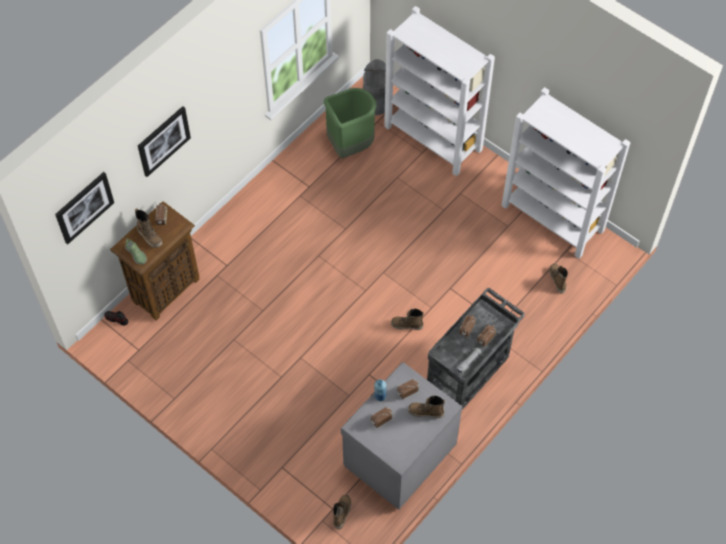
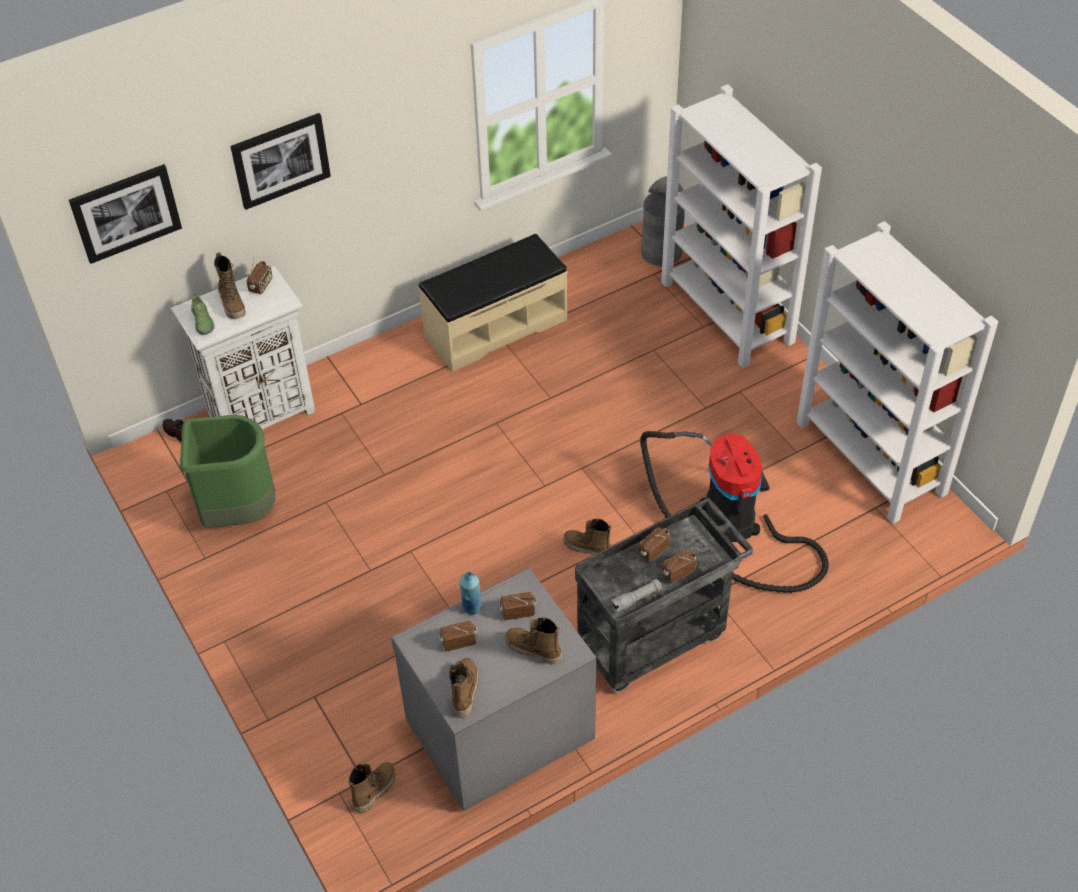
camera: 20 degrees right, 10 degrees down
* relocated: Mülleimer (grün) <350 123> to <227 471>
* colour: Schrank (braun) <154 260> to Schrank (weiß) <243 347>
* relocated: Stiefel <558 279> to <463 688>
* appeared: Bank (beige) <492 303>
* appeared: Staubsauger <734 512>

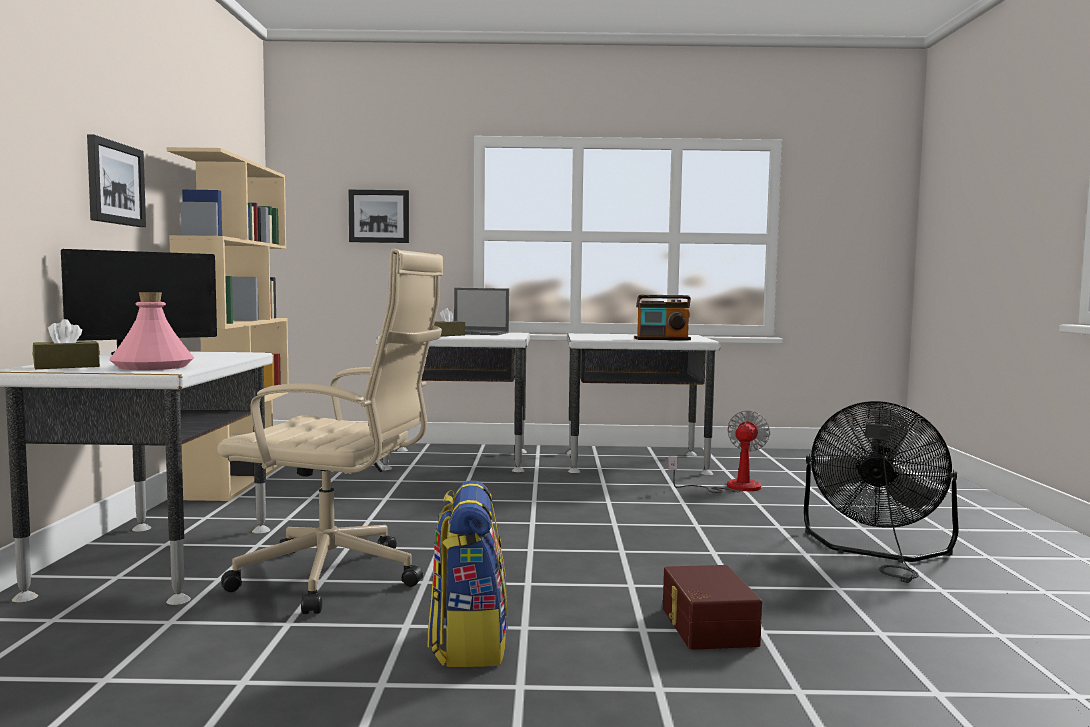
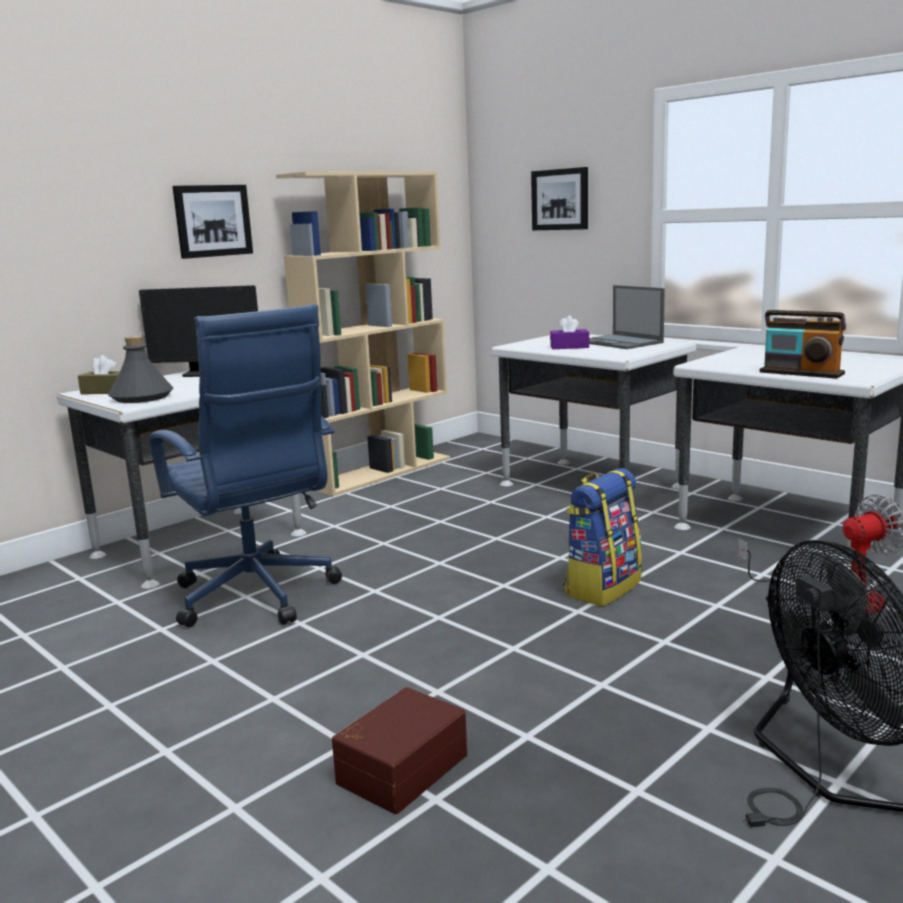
camera: 45 degrees right, 10 degrees up
* colour: Bürostuhl (beige) <330 431> to Bürostuhl (blau) <246 465>
* colour: Flasche (rosa) <151 331> to Flasche (grau) <140 369>
* colour: Taschentuchbox (braun) <449 322> to Taschentuchbox (lila) <569 332>
* relocated: Rucksack <468 574> to <602 537>

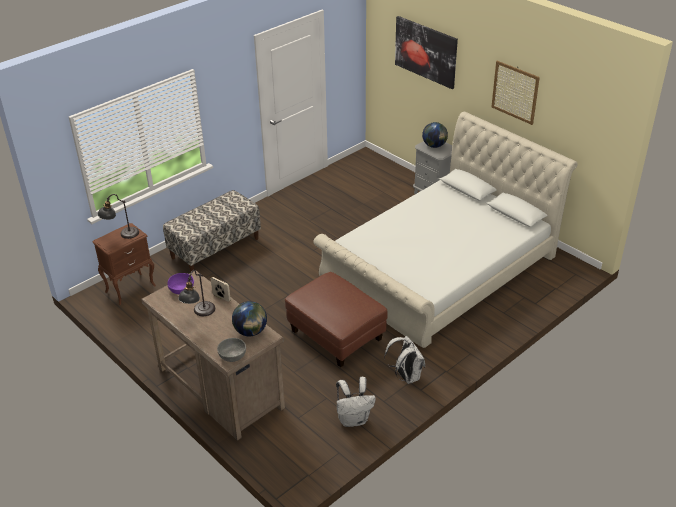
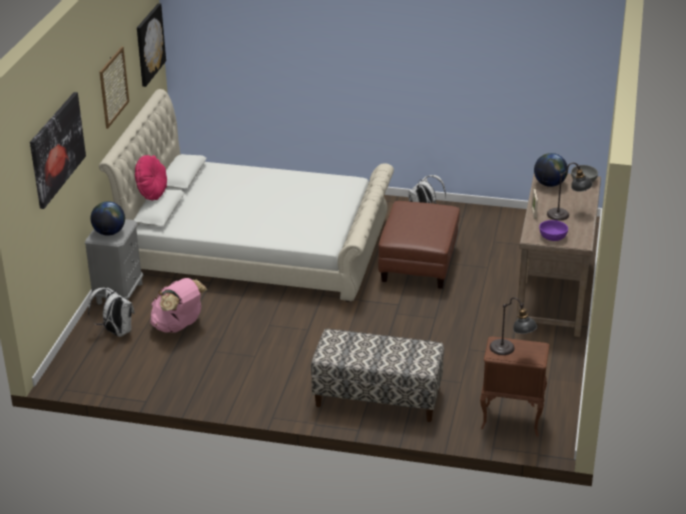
camera: 125 degrees left, 5 degrees down
* relocated: Rucksack (weiß) <356 402> to <111 312>
* appeared: Bild <151 45>
* appeared: Kissen (rosa) <151 178>
* appeared: Rucksack (rosa) <178 305>

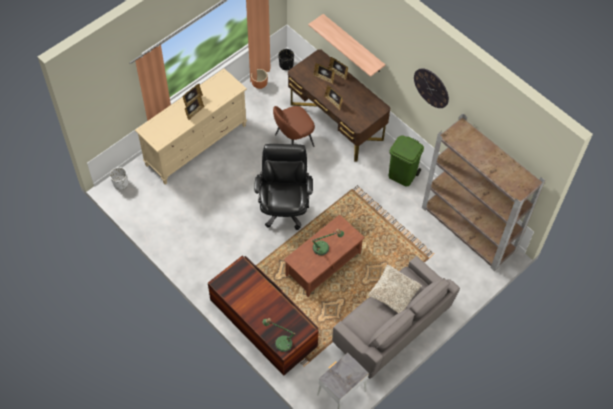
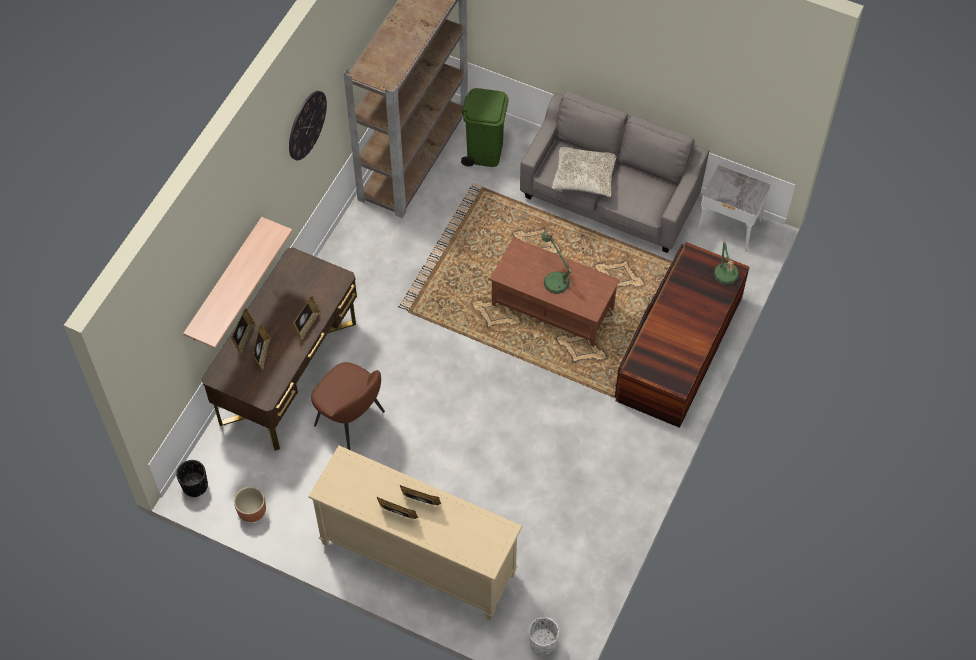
camera: 110 degrees left, 0 degrees up
* relocated: Mülleimer (grün) <406 161> to <485 127>
* missing: Bürostuhl (schwarz) <283 187>

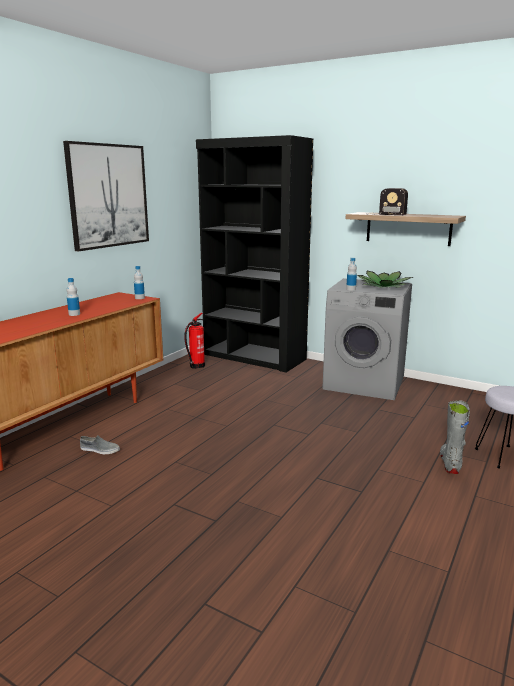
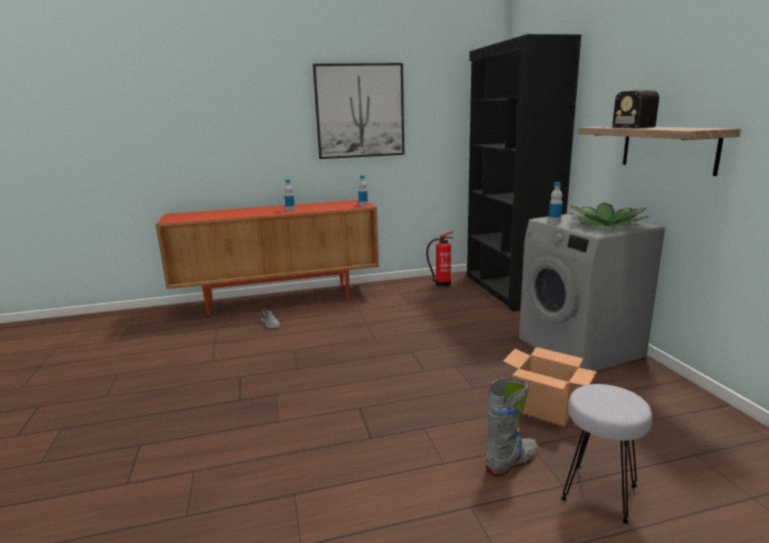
camera: 45 degrees right, 0 degrees up
* appeared: Karton <550 386>

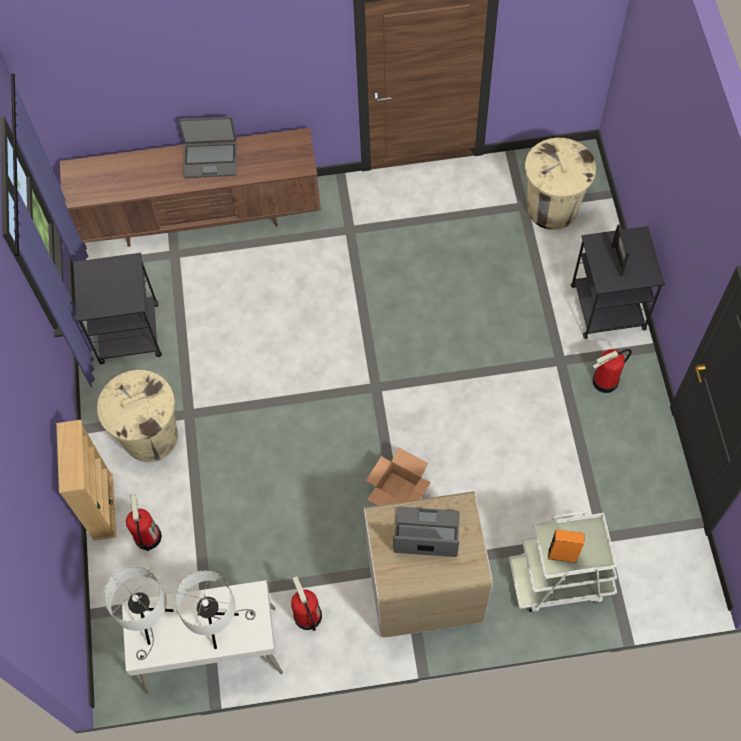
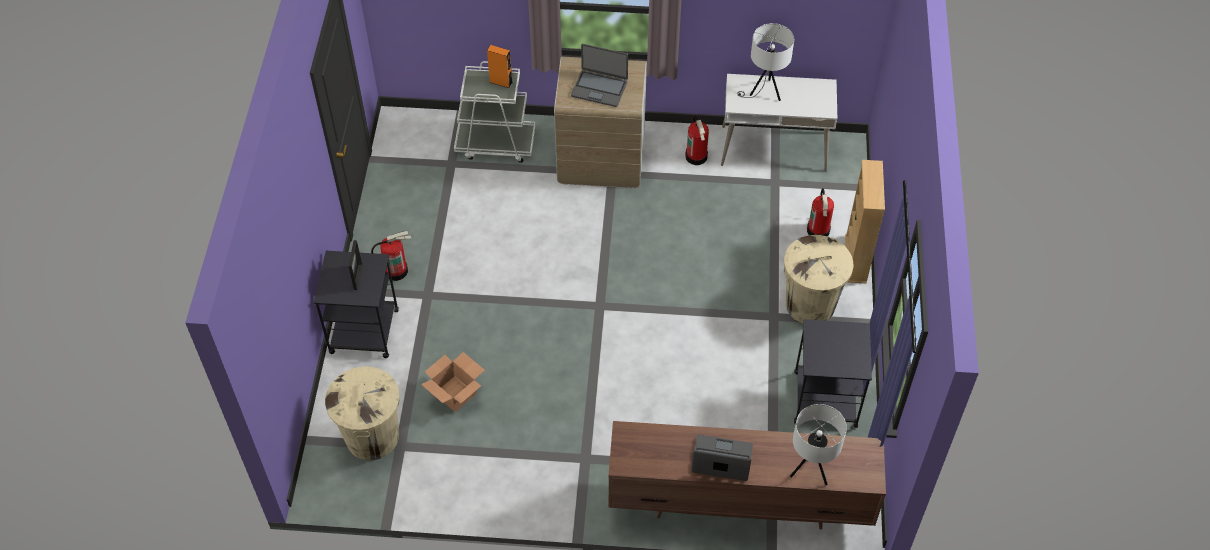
camera: 170 degrees left, 10 degrees down
* relocated: Karton <398 476> to <453 382>
* relocated: Tischlampe (weiß) <139 613> to <818 444>

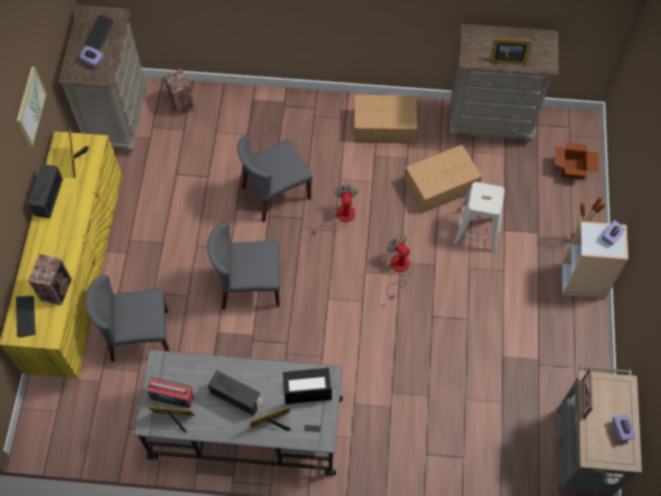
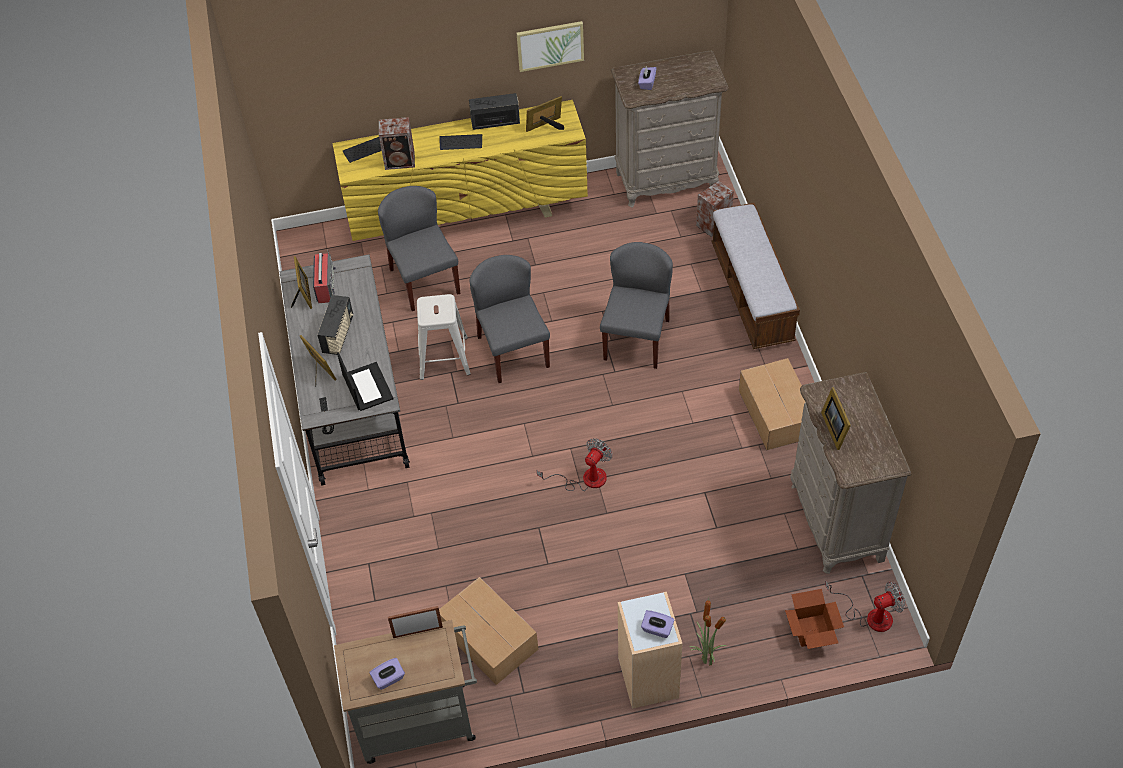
camera: 75 degrees right, 10 degrees down
* relocated: Tastatur <99 32> to <460 142>
* spun: Stuhl (grau) <275 178> = <636 305> 60 degrees clockwise
* relocated: Karton <443 179> to <488 631>
* relocated: Hocker (weiß) <479 217> to <444 337>
* relocated: Ventilator <334 209> to <865 606>
* appeared: Bank <755 276>

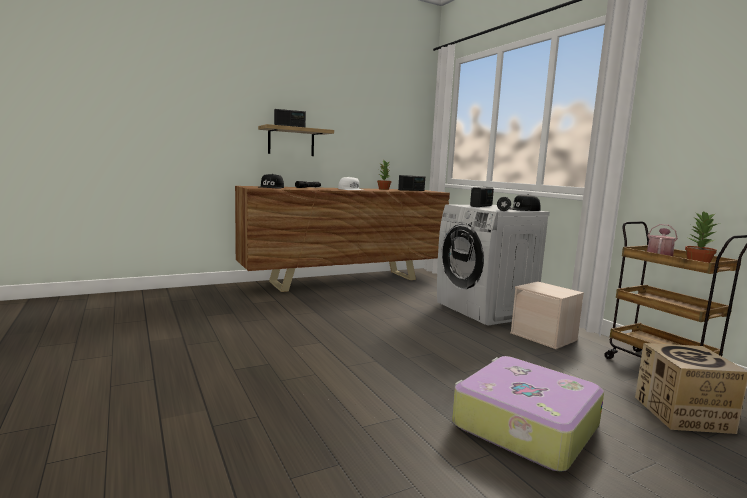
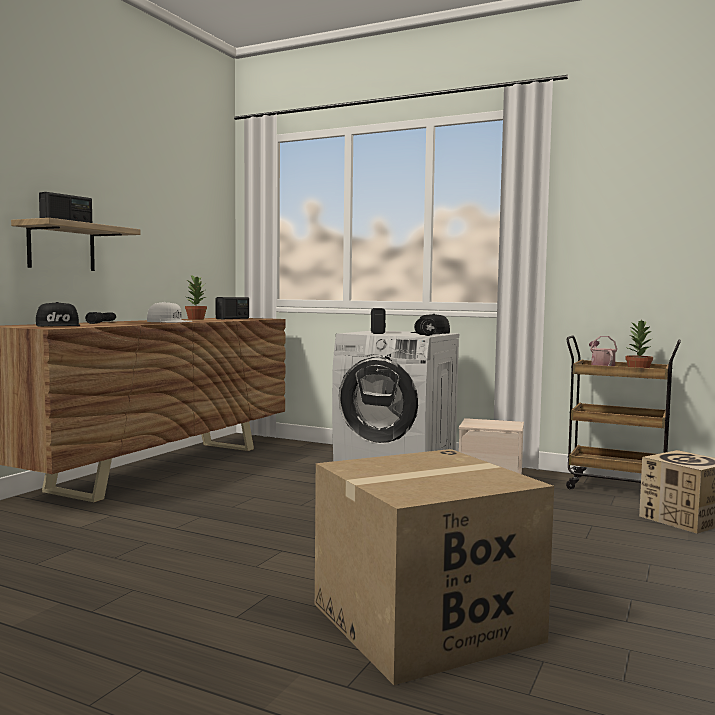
camera: 35 degrees left, 5 degrees down
* missing: Koffer <528 413>
* appeared: Karton <434 567>

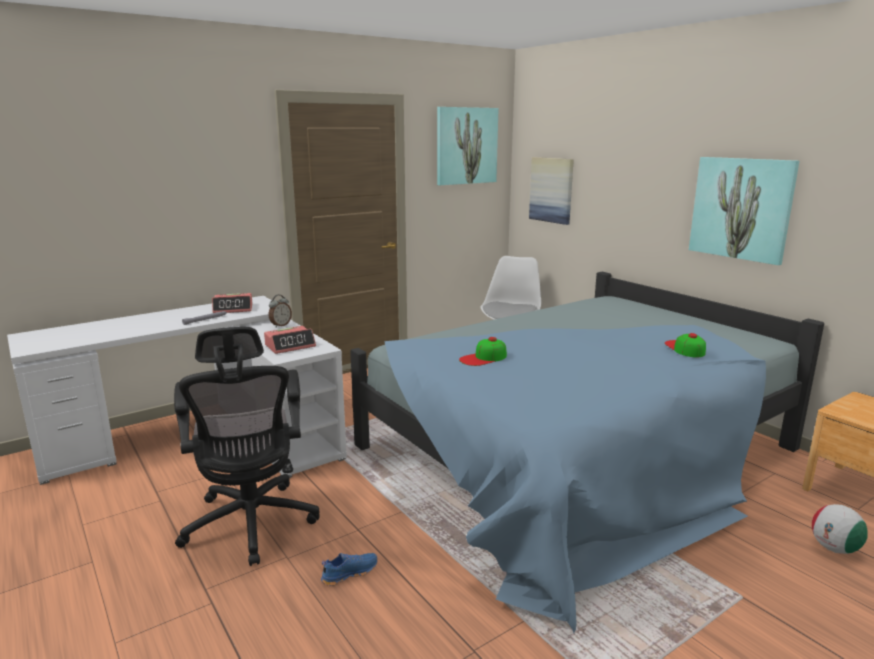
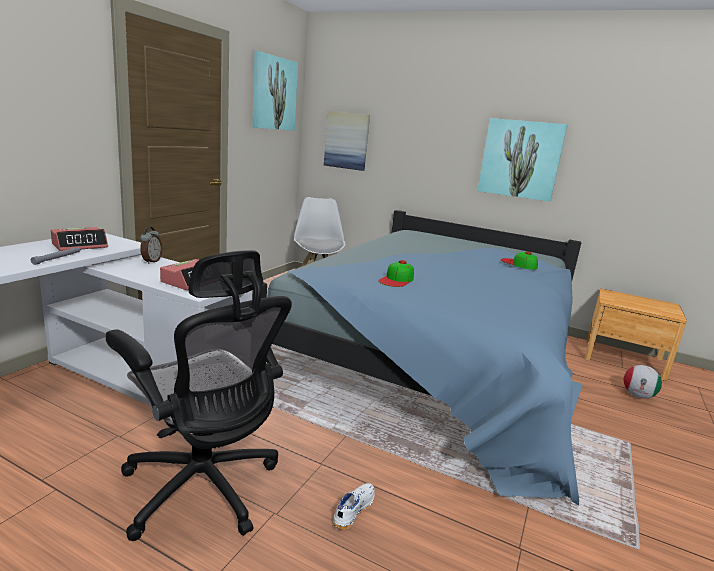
camera: 30 degrees left, 0 degrees up
* colour: Schuh (blau) <349 569> to Schuh (weiß) <354 506>

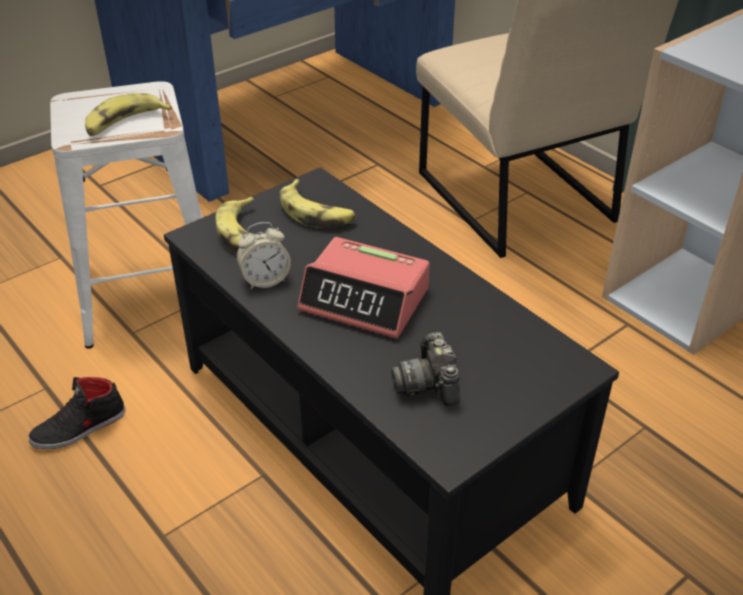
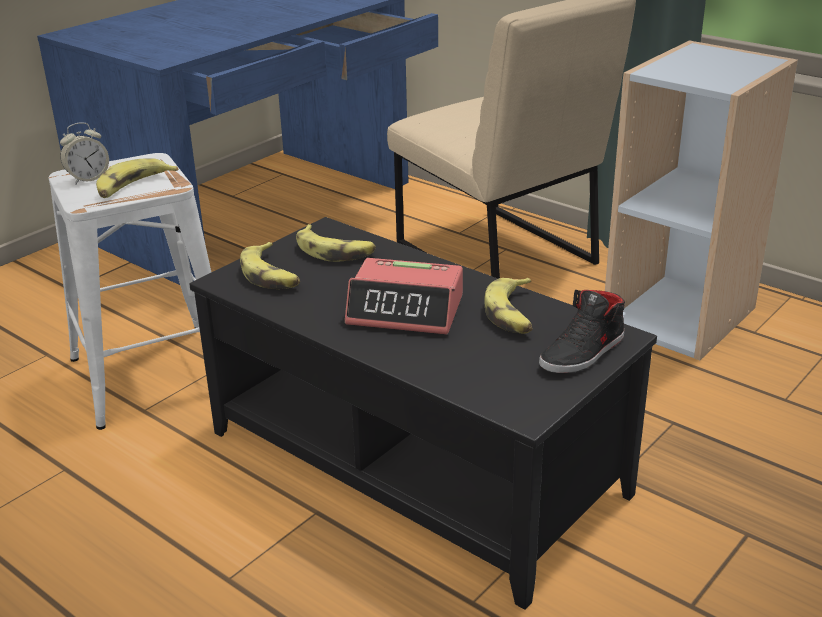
camera: 10 degrees left, 10 degrees down
* relocated: Wecker <263 255> to <84 154>
* missing: Kamera <425 369>
* relocated: Schuh (schwarz) <77 413> to <582 331>
* appeared: Banane <508 305>

